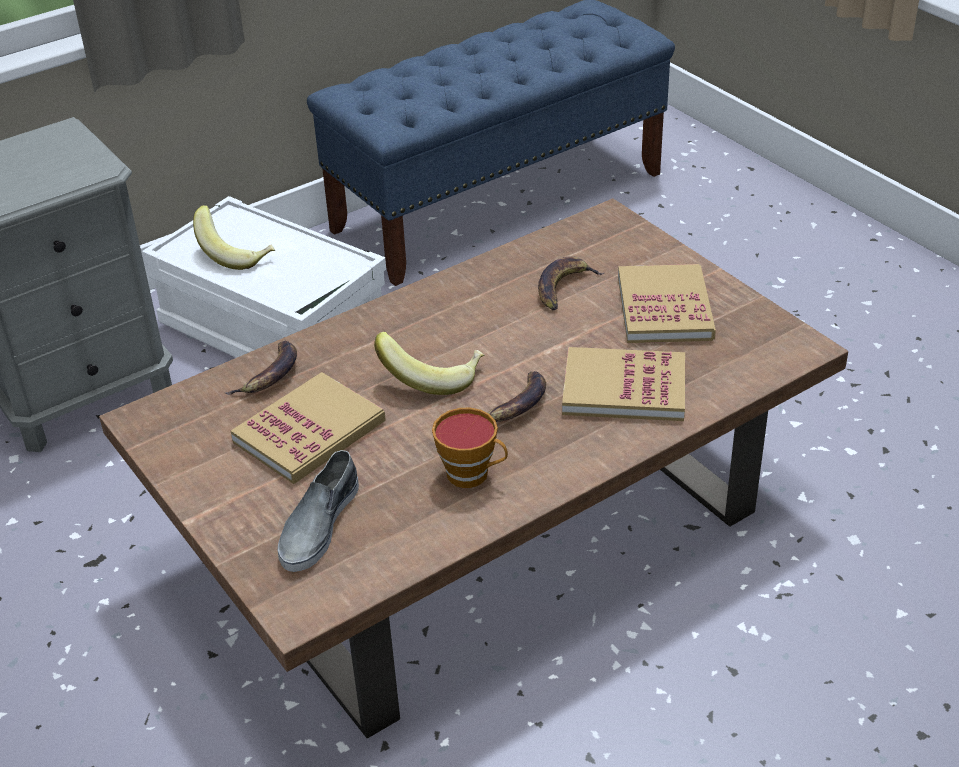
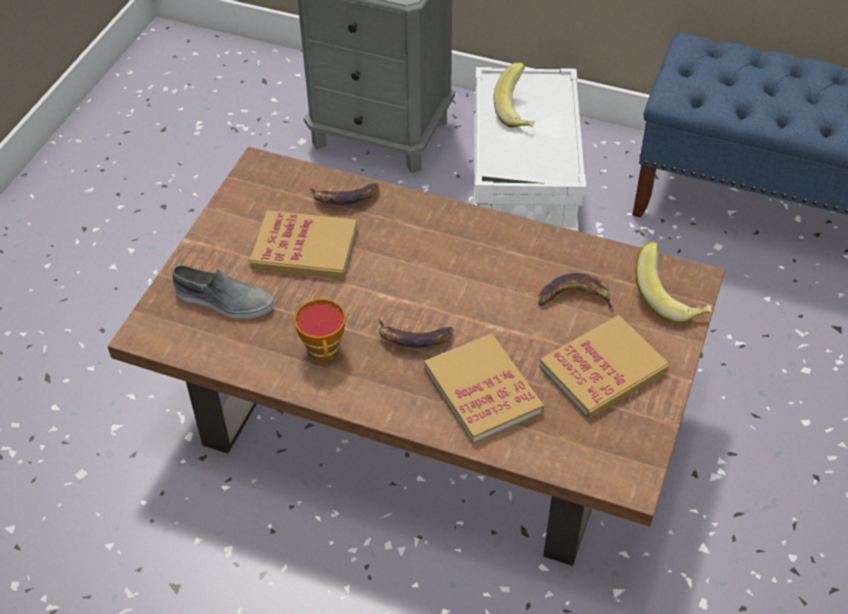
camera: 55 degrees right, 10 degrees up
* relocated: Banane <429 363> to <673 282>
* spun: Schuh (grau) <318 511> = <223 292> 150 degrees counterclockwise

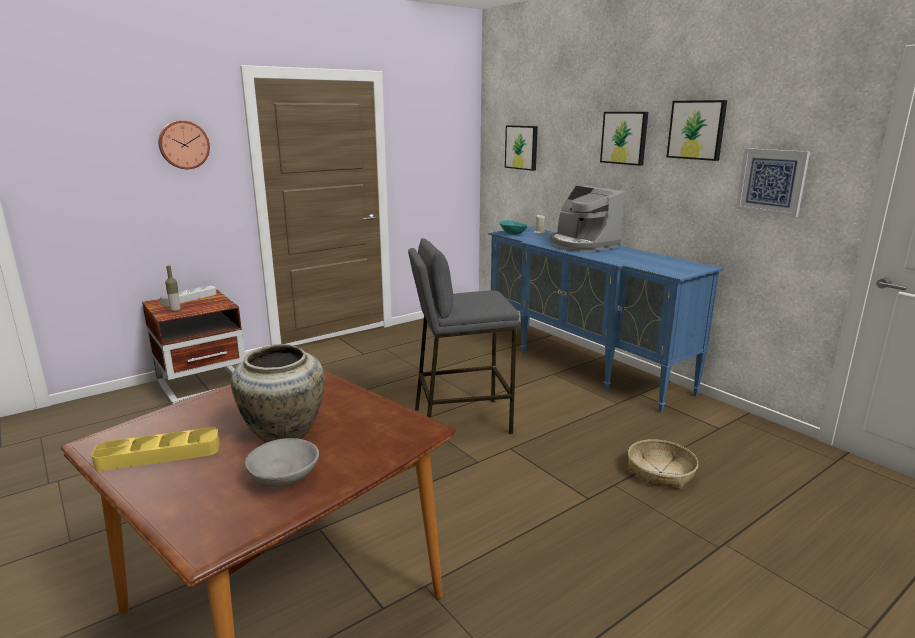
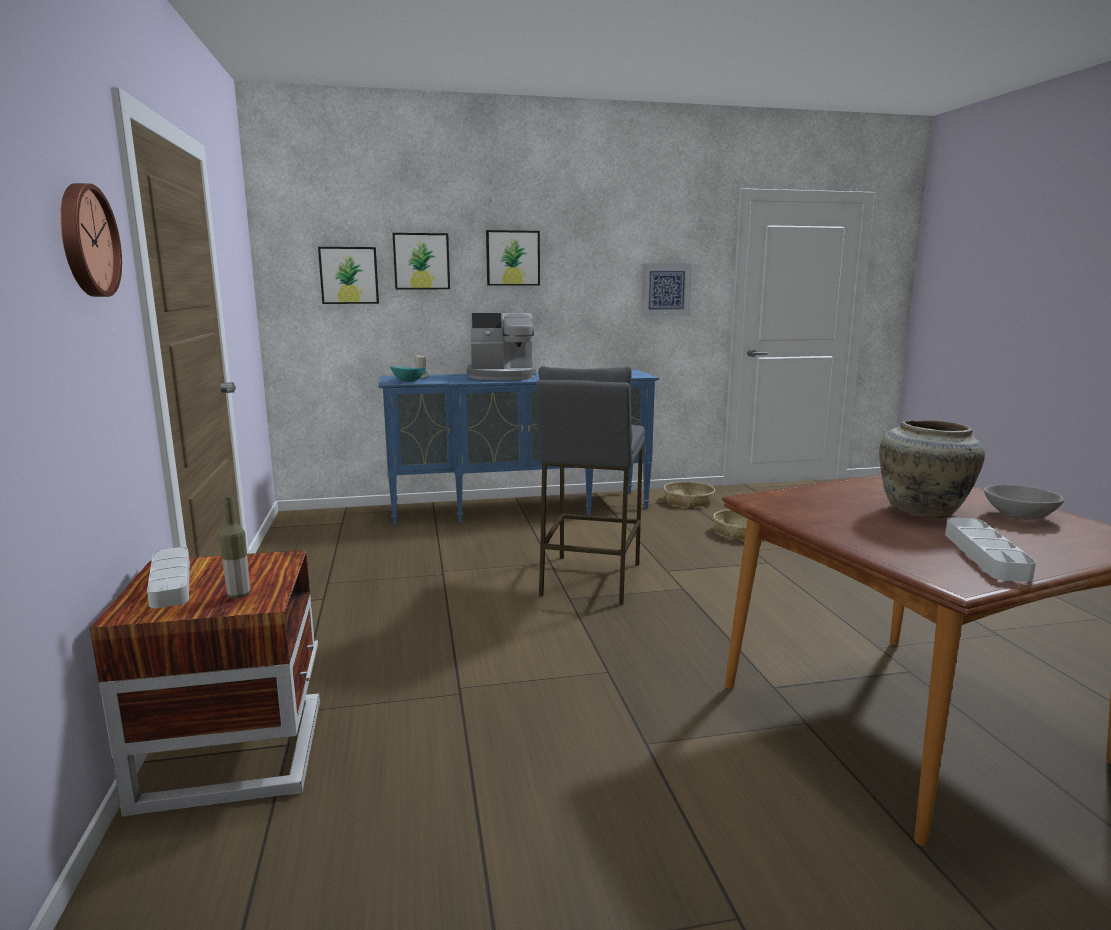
camera: 65 degrees left, 5 degrees down
* relocated: Bild <697 130> to <421 261>
* colour: Tablett (gelb) <155 449> to Tablett (grau) <990 549>
* appeared: Korb <689 494>

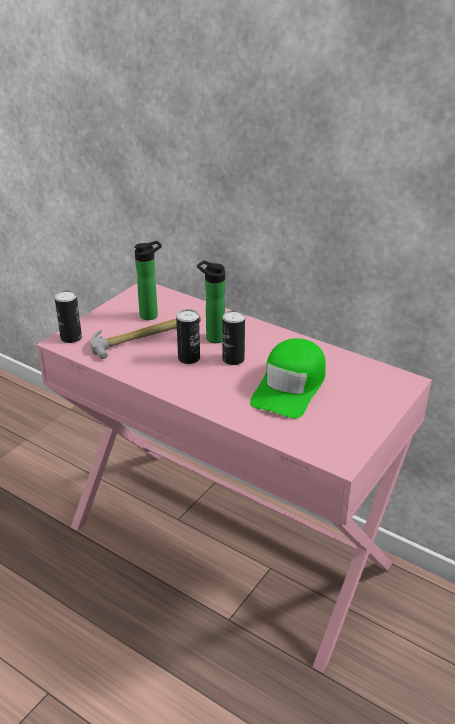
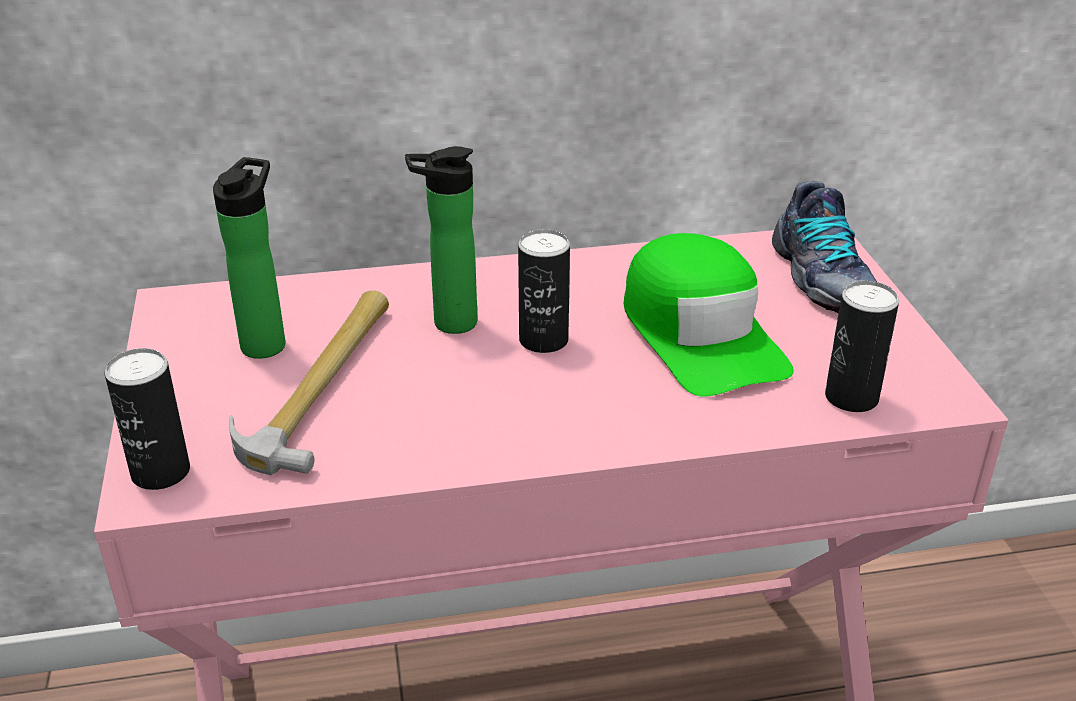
camera: 45 degrees left, 0 degrees up
* relocated: Dose <188 336> to <862 346>
* appeared: Schuh <824 247>

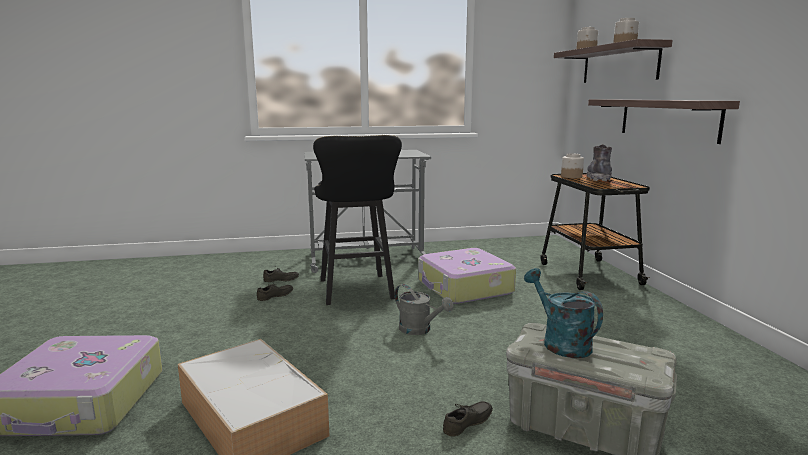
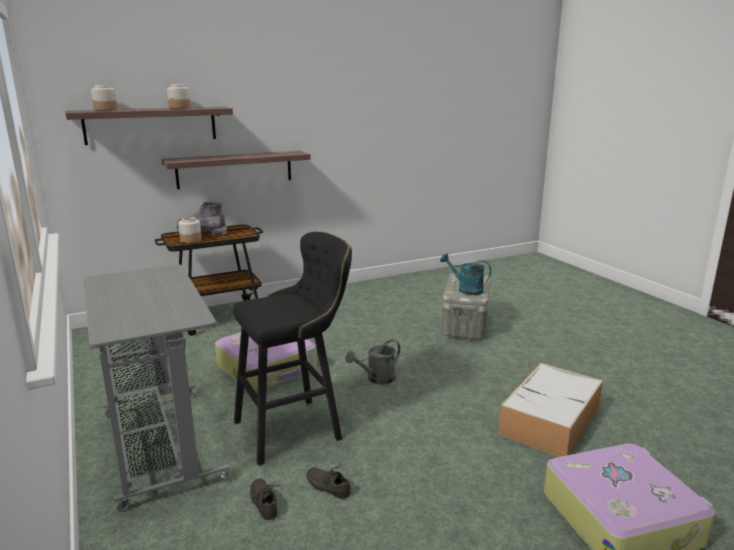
camera: 105 degrees left, 5 degrees up
* spun: Gießkanne (türkis) <563 313> = <465 274> 75 degrees clockwise
* spun: Gießkanne (grau) <424 309> = <373 362> 150 degrees counterclockwise
* missing: Schuh (grau) <468 419>

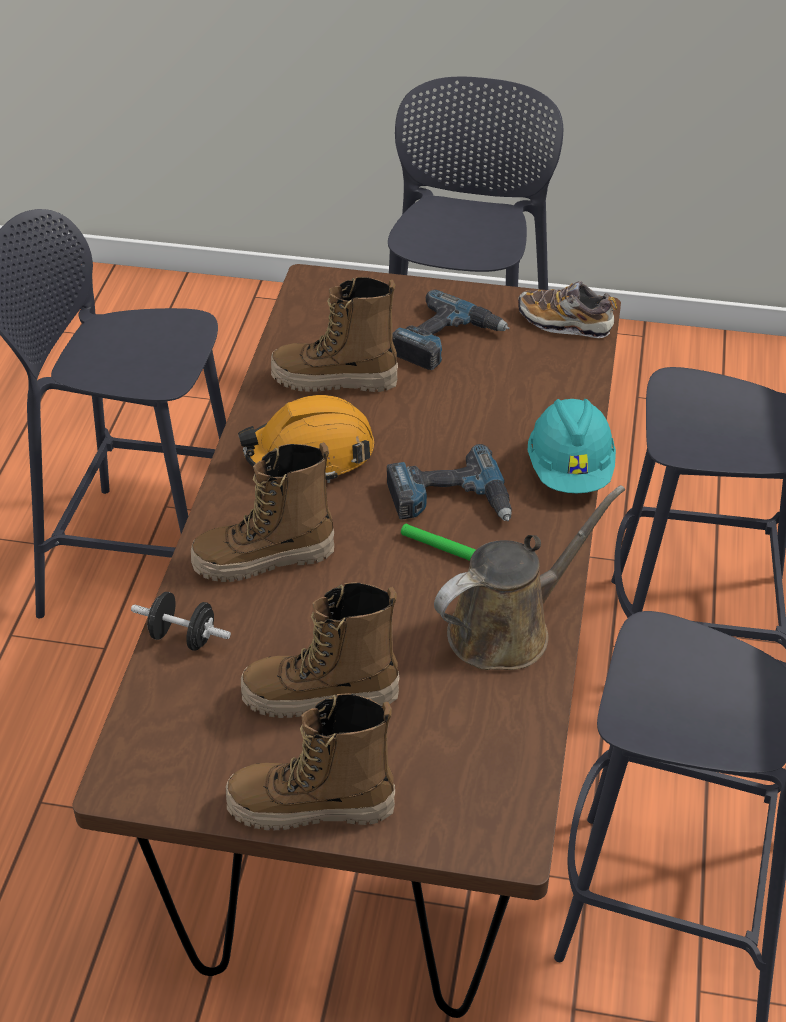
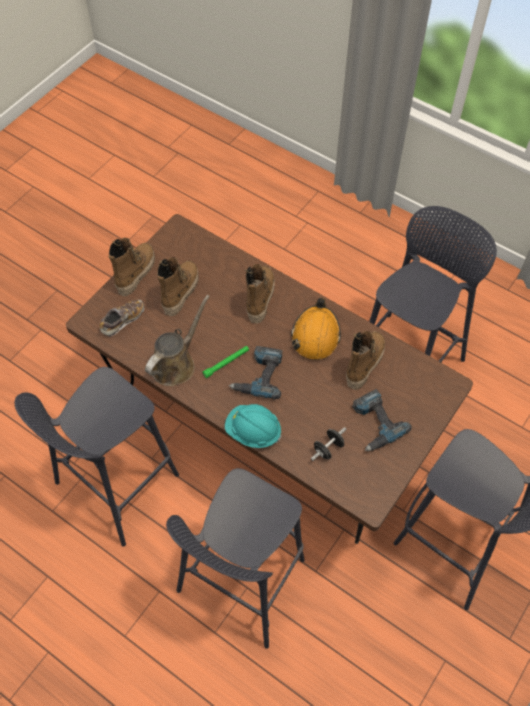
camera: 115 degrees right, 15 degrees up
* relocated: Schuh <568 309> to <122 318>
* spun: Gießkanne (braun) <529 577> = <177 340> 135 degrees counterclockwise
* relocated: Hantel (schwarz) <181 621> to <328 444>

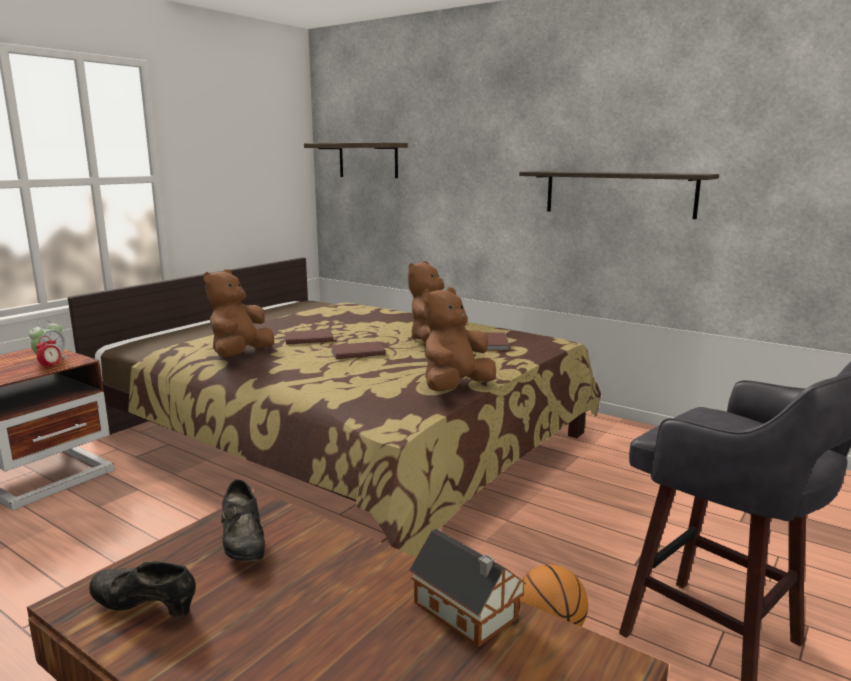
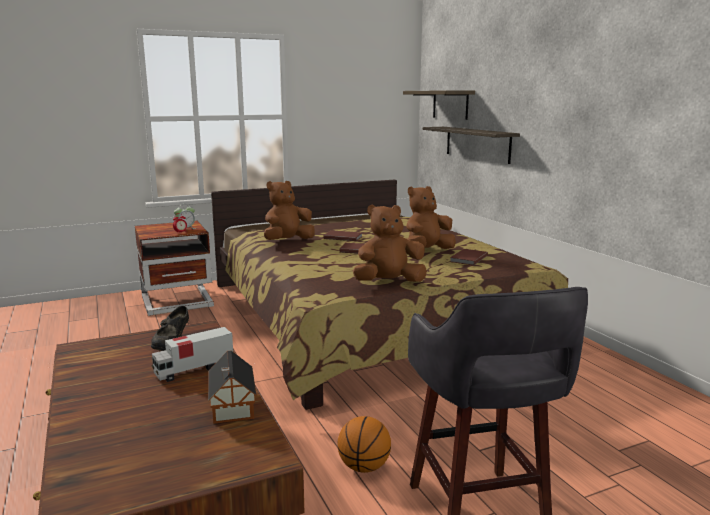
camera: 30 degrees right, 0 degrees up
* relocated: Wandregal <619 195> to <471 145>
* missing: Schuh (schwarz) <142 589>
* appeared: Spielzeuglaster <192 354>

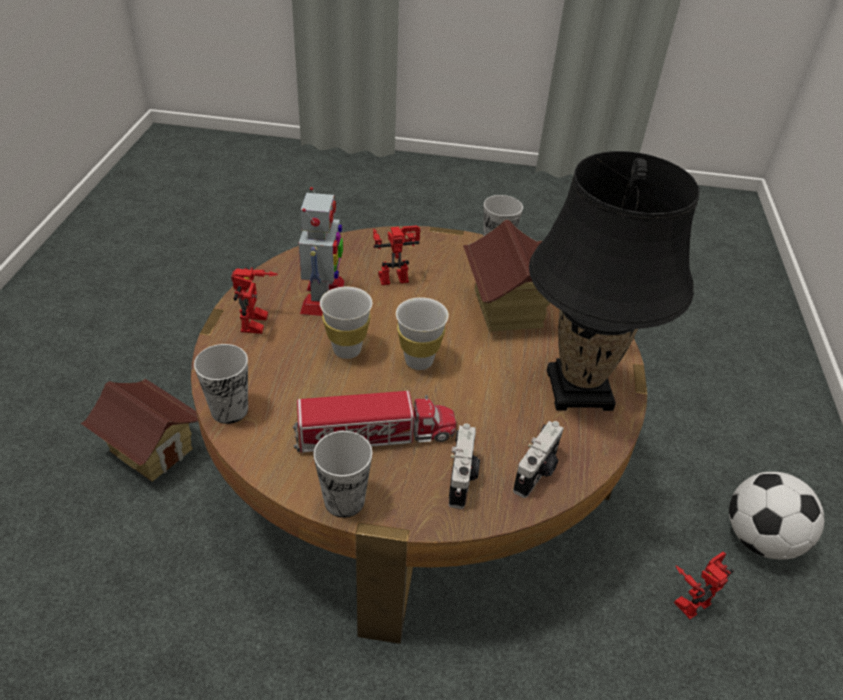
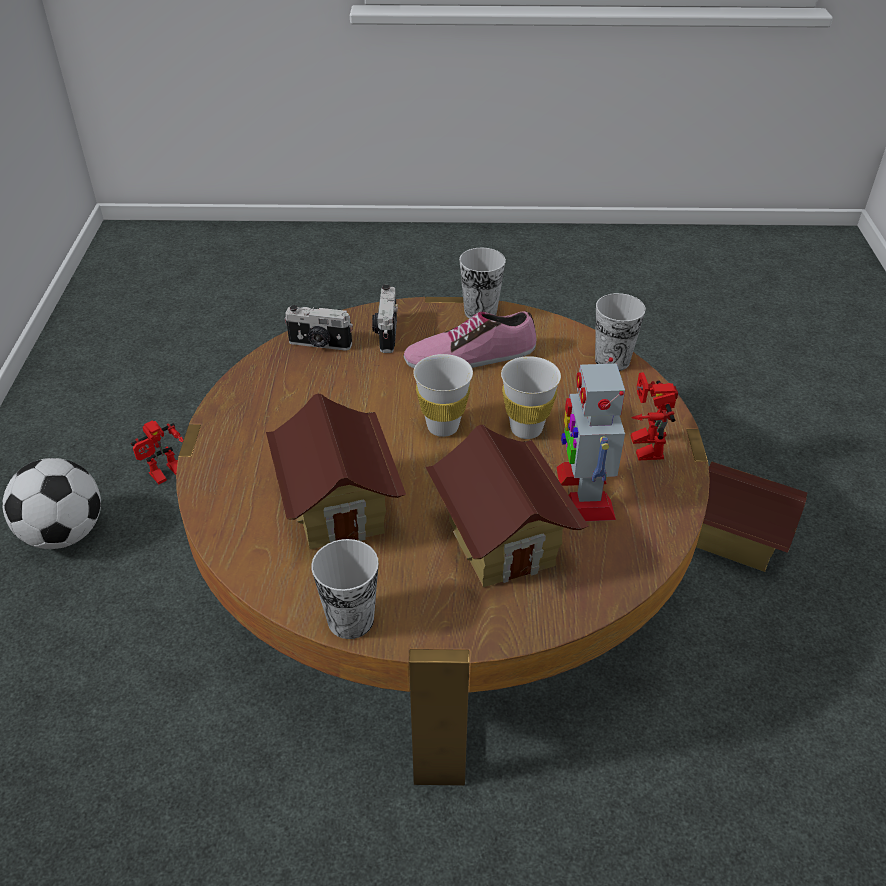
camera: 175 degrees right, 0 degrees up
* missing: Tischlampe (schwarz) <614 281>
* exchanged: Spielzeugroboter <396 255> to Spielzeughaus <507 506>
* exchanged: Spielzeuglaster <374 422> to Schuh <470 339>
* spun: Kamera <538 459> = <319 328> 105 degrees counterclockwise

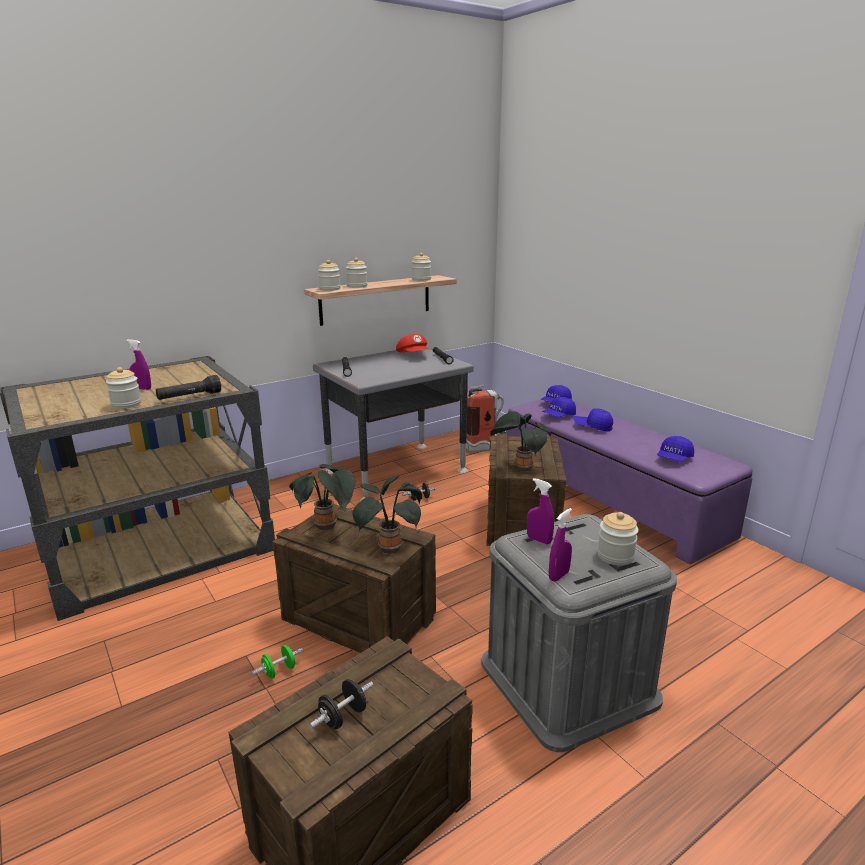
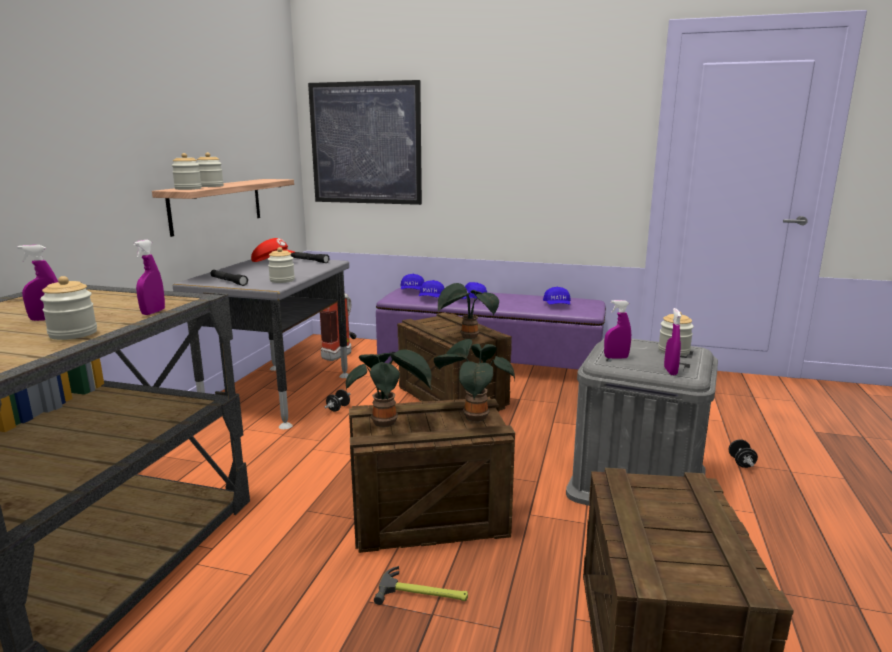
camera: 40 degrees left, 5 degrees down
* relocated: Vorratsglas <421 267> to <281 265>
* exchanged: Taschenlampe (schwarz) <188 387> to Sprühflasche (lila) <149 277>
* exchanged: Hantel (grün) <277 662> to Hammer <421 585>
* relocated: Hantel (schwarz) <341 704> to <743 453>
* appeared: Bild <365 142>

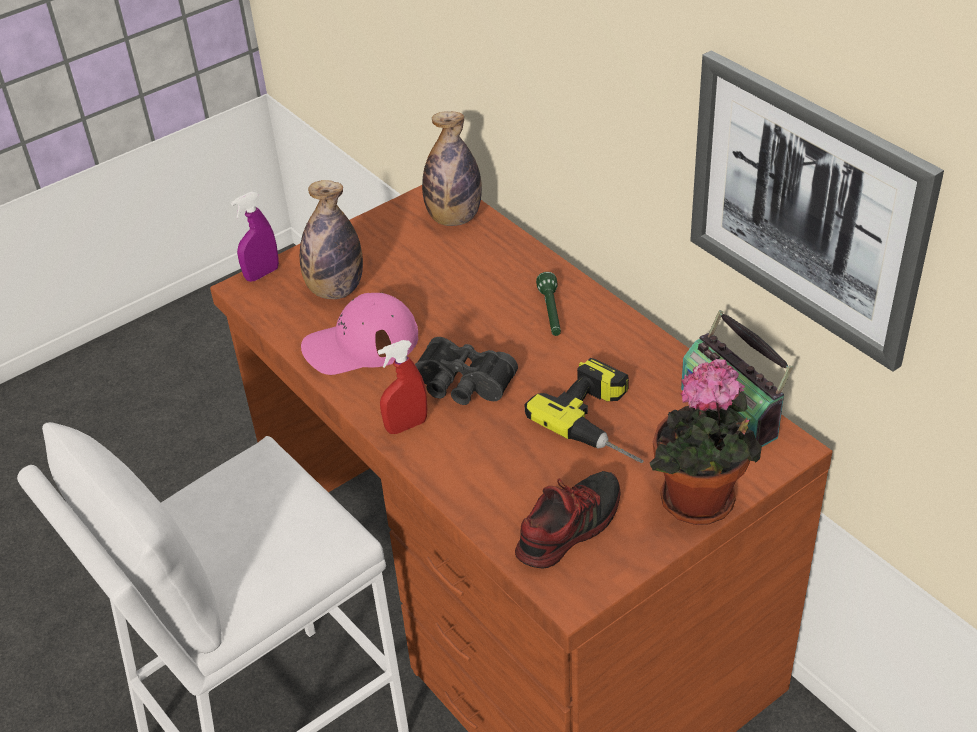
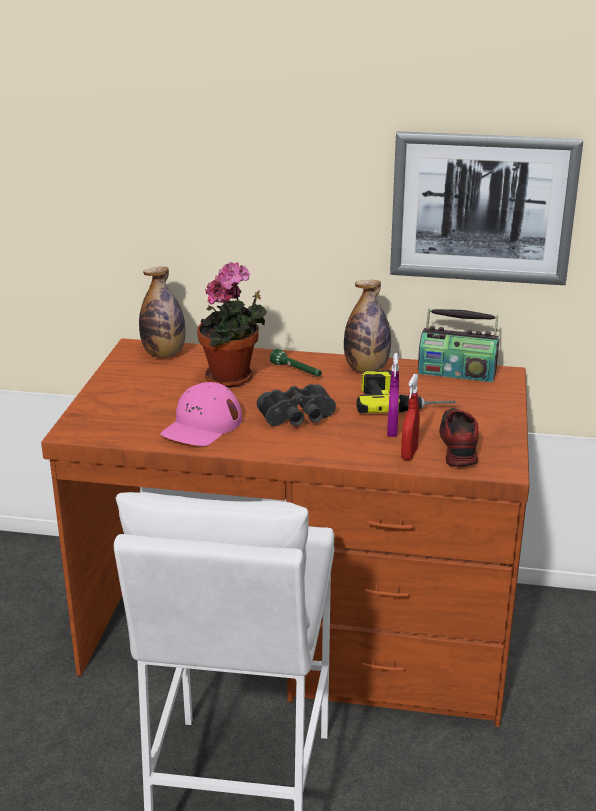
camera: 45 degrees left, 15 degrees down
* relocated: Flasche <331 239> to <367 326>
* relocated: Sprühflasche (lila) <255 237> to <393 395>
* relocated: Sprühflasche (rot) <402 387> to <410 417>
* relocated: Topfpflanze <706 441> to <232 325>

